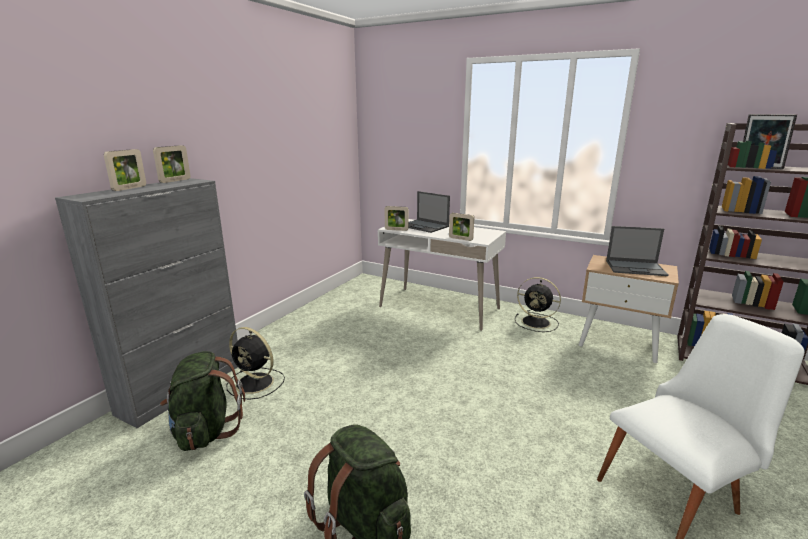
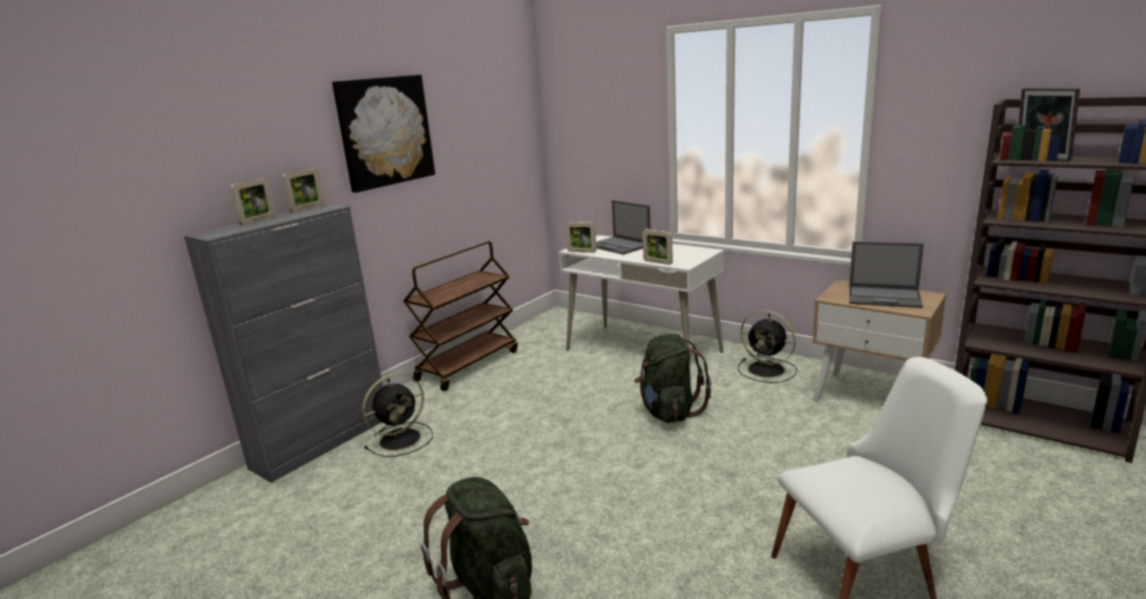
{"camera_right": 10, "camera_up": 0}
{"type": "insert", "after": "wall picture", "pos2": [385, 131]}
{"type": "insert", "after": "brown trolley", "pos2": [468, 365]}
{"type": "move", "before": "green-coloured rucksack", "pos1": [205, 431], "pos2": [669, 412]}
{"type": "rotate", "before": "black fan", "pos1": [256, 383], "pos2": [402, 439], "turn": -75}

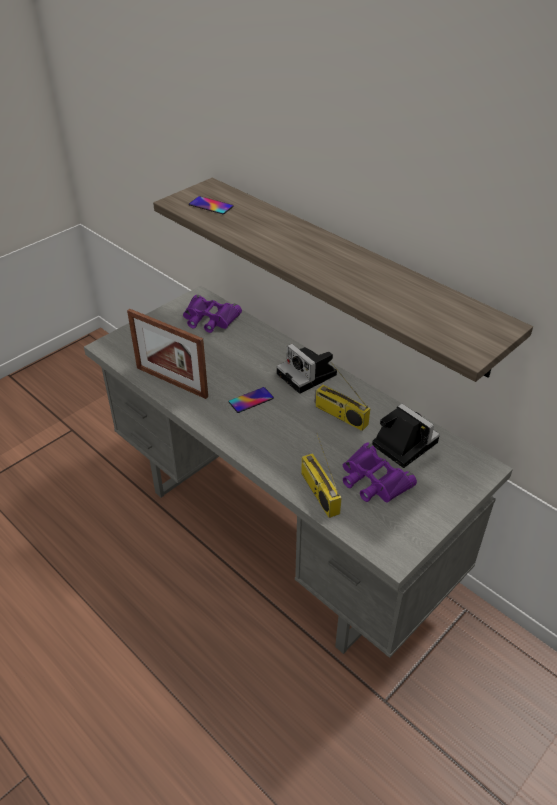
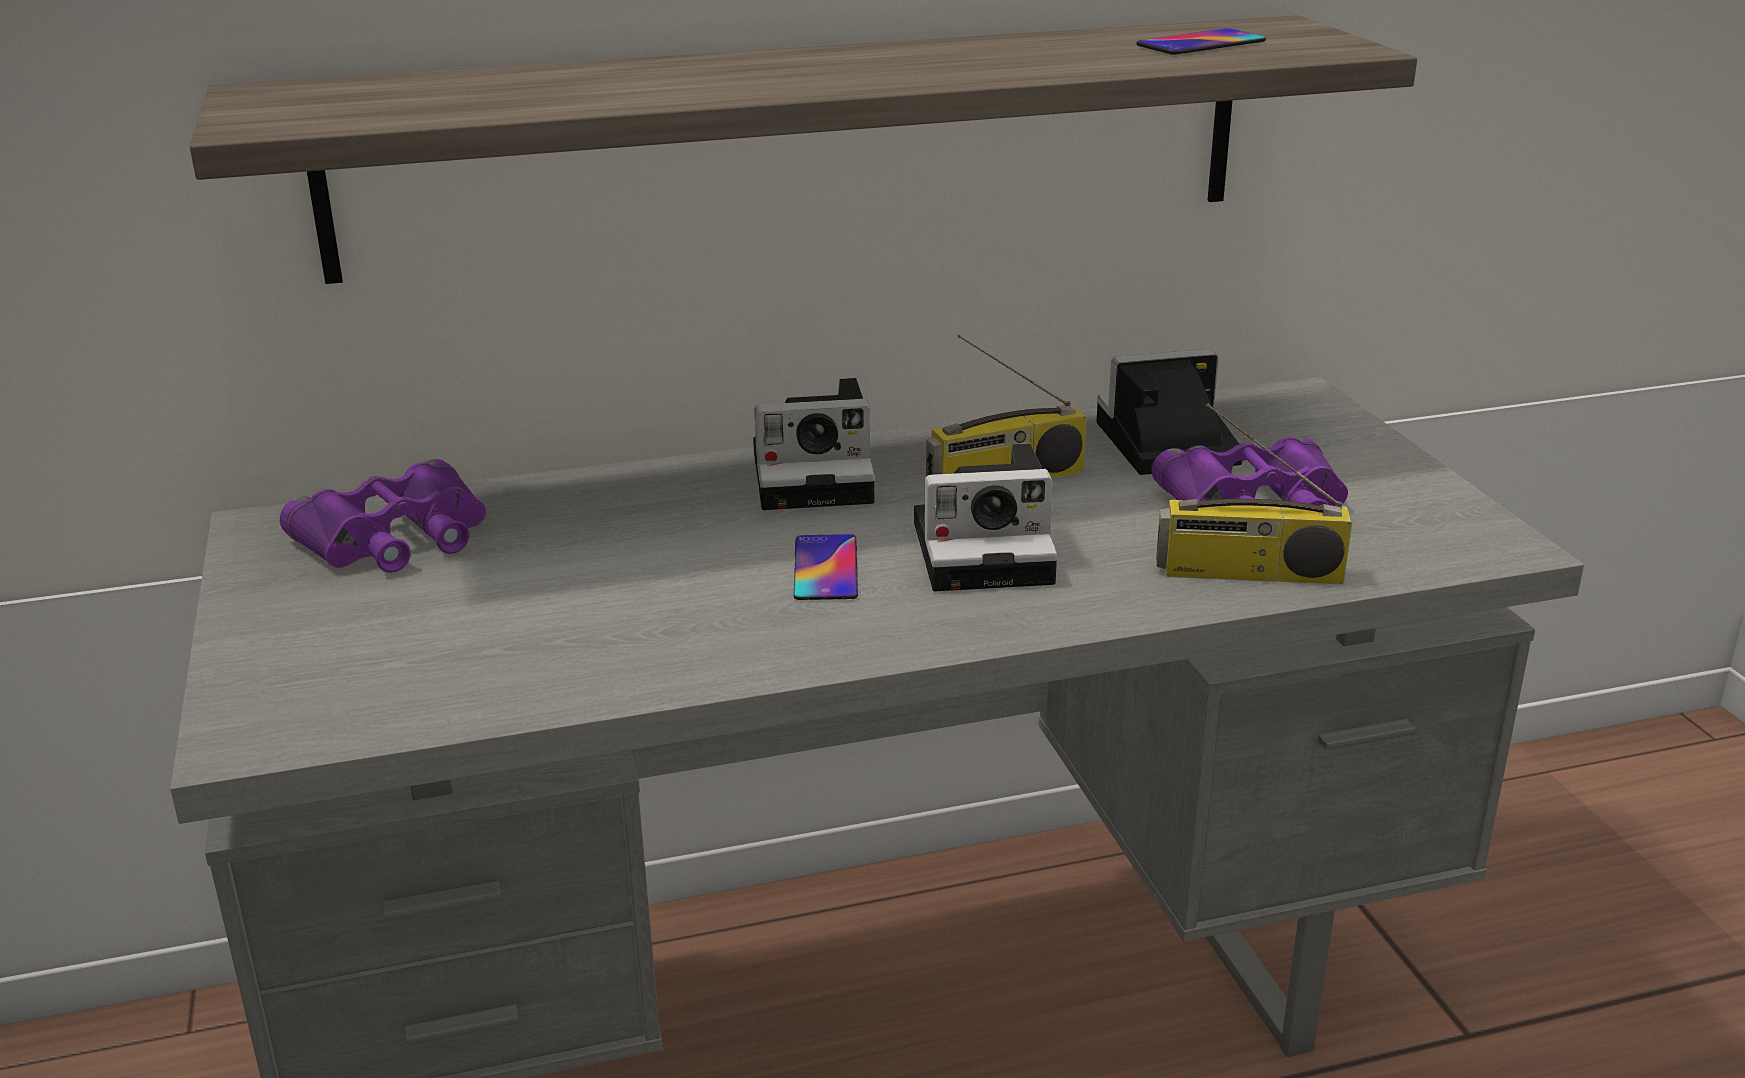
{"camera_right": -60, "camera_up": -15}
{"type": "delete", "before": "picture frame", "pos1": [171, 382]}
{"type": "insert", "after": "still camera", "pos2": [988, 550]}
{"type": "move", "before": "phone", "pos1": [211, 206], "pos2": [1201, 44]}

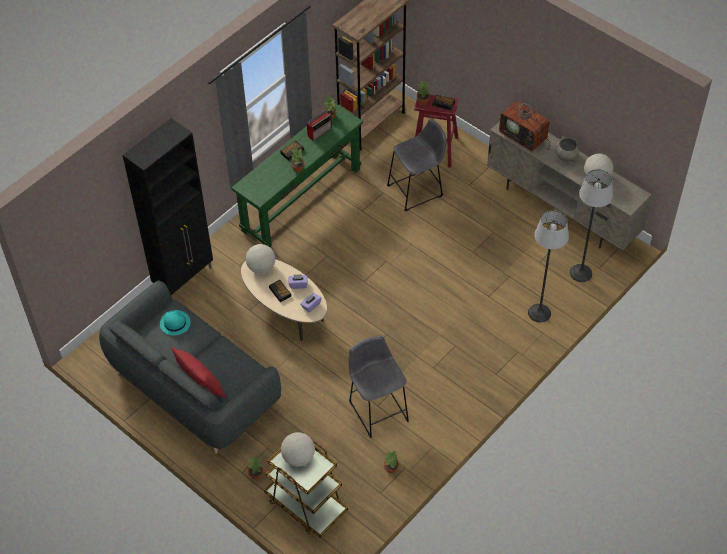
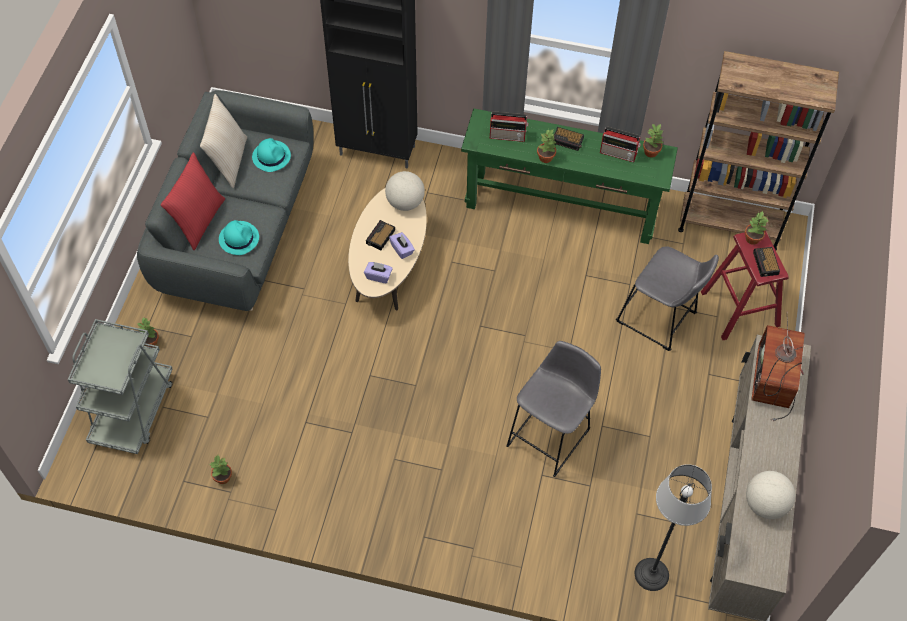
{"camera_right": 60, "camera_up": 5}
{"type": "delete", "before": "desk globe", "pos1": [298, 457]}
{"type": "delete", "before": "standard lamp", "pos1": [539, 313]}
{"type": "delete", "before": "gray serving bowl", "pos1": [566, 156]}
{"type": "insert", "after": "sand-coloured throw pillow", "pos2": [228, 161]}
{"type": "insert", "after": "turquoise hat", "pos2": [239, 238]}
{"type": "insert", "after": "radio receiver", "pos2": [508, 135]}
{"type": "move", "before": "gray stool", "pos1": [377, 408], "pos2": [551, 434]}
{"type": "recolor", "before": "brown trolley", "after": "gray trolley", "pos1": [306, 504], "pos2": [133, 410]}

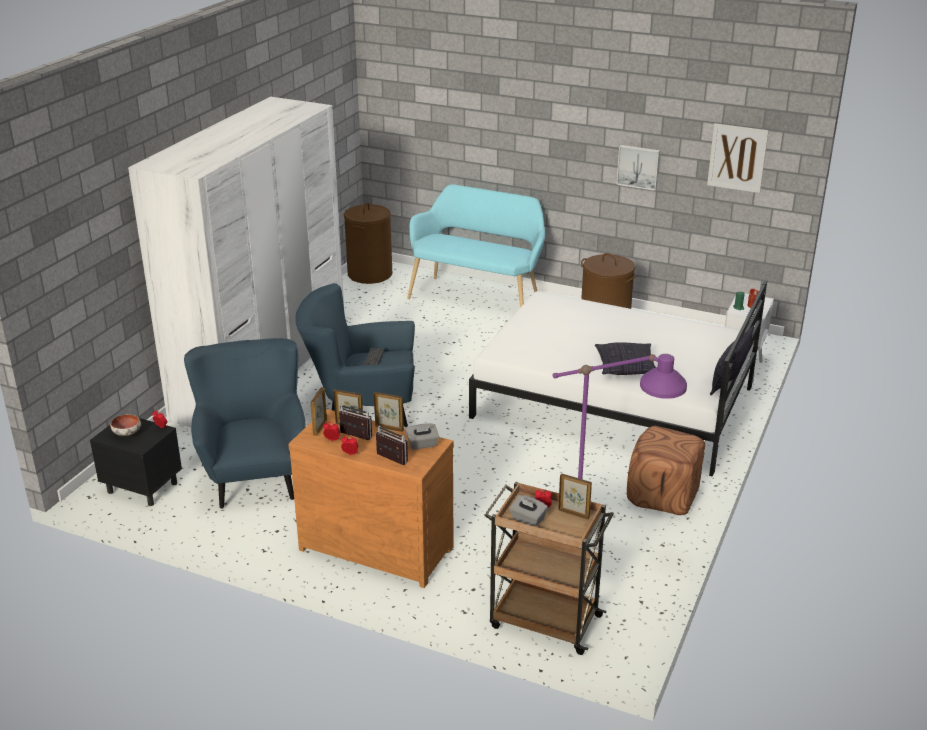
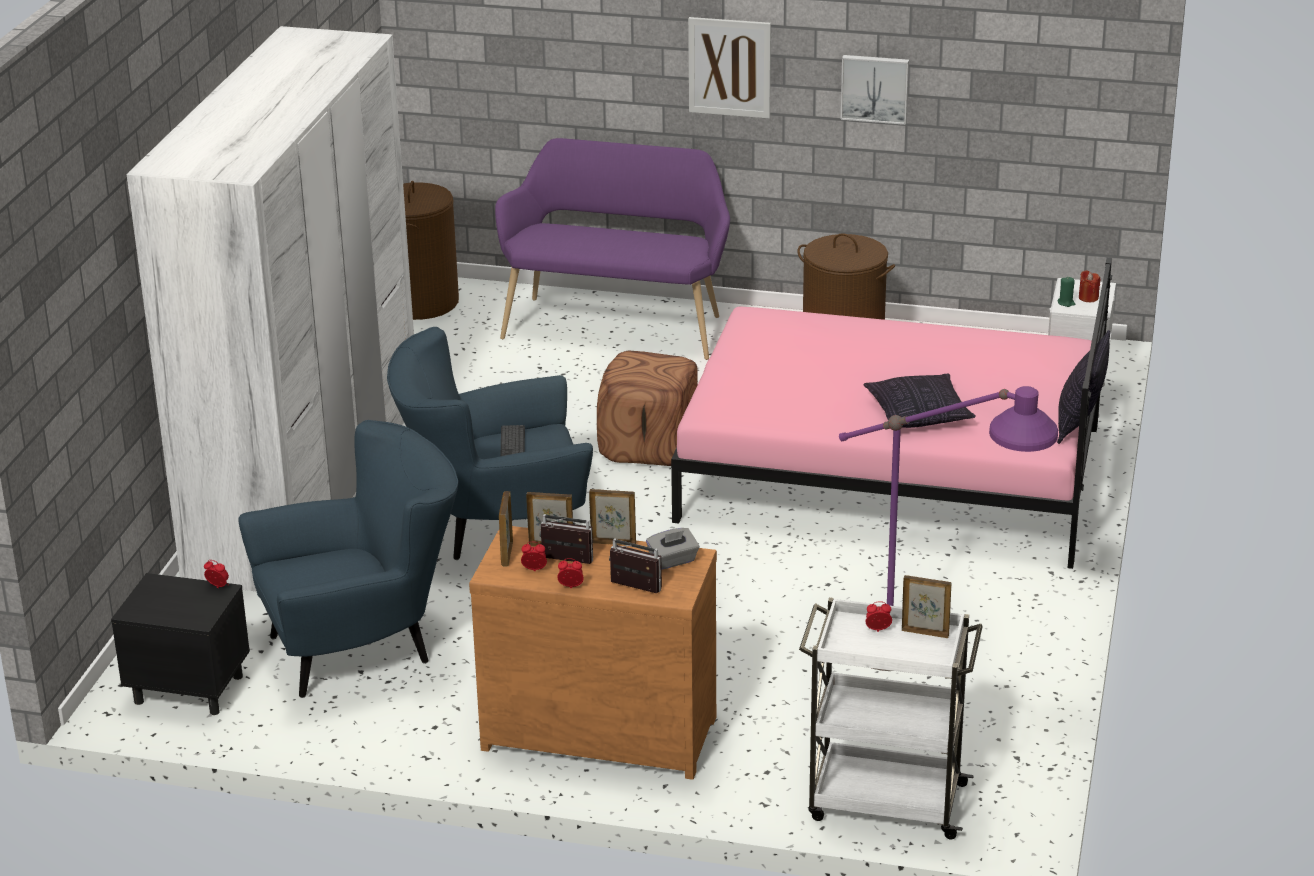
{"camera_right": -10, "camera_up": 0}
{"type": "delete", "before": "serving bowl", "pos1": [127, 433]}
{"type": "delete", "before": "gray tissue box", "pos1": [527, 519]}
{"type": "move", "before": "brown pouffe", "pos1": [663, 496], "pos2": [649, 447]}
{"type": "move", "before": "wall picture", "pos1": [737, 158], "pos2": [729, 67]}
{"type": "recolor", "before": "turquoise bench", "after": "purple-coloured bench", "pos1": [477, 297], "pos2": [617, 324]}
{"type": "recolor", "before": "whitish bedroom bed", "after": "pinkish bedroom bed", "pos1": [613, 402], "pos2": [891, 473]}
{"type": "recolor", "before": "brown trolley", "after": "whitish trolley", "pos1": [543, 621], "pos2": [884, 801]}
{"type": "rotate", "before": "blue armchair", "pos1": [254, 475], "pos2": [363, 648], "turn": 90}

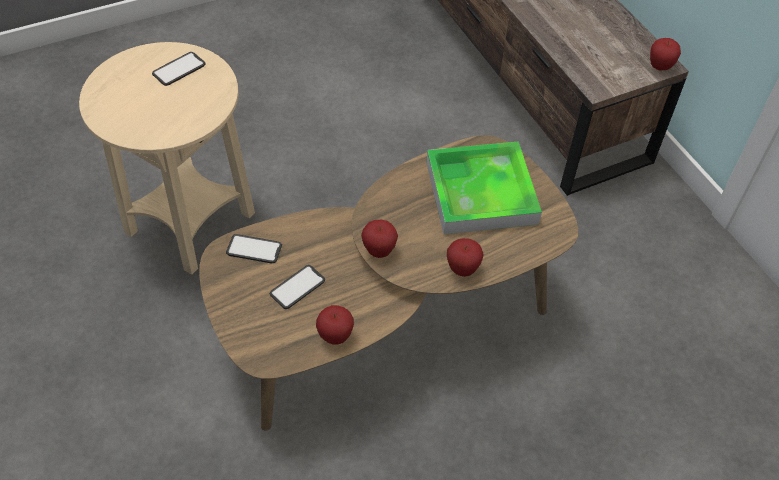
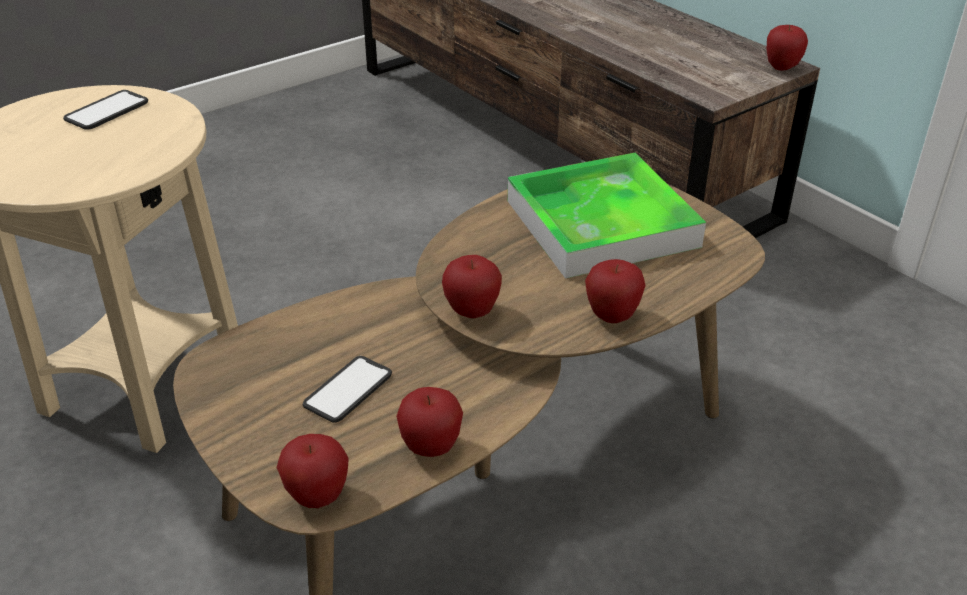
{"camera_right": -10, "camera_up": -15}
{"type": "delete", "before": "phone", "pos1": [254, 249]}
{"type": "insert", "after": "apple fruit", "pos2": [317, 496]}

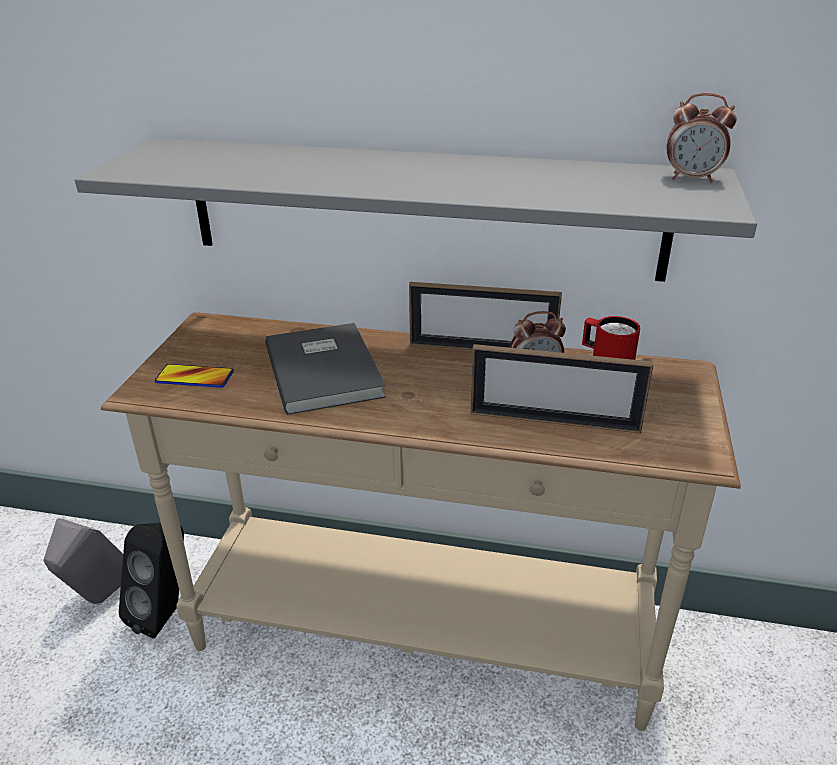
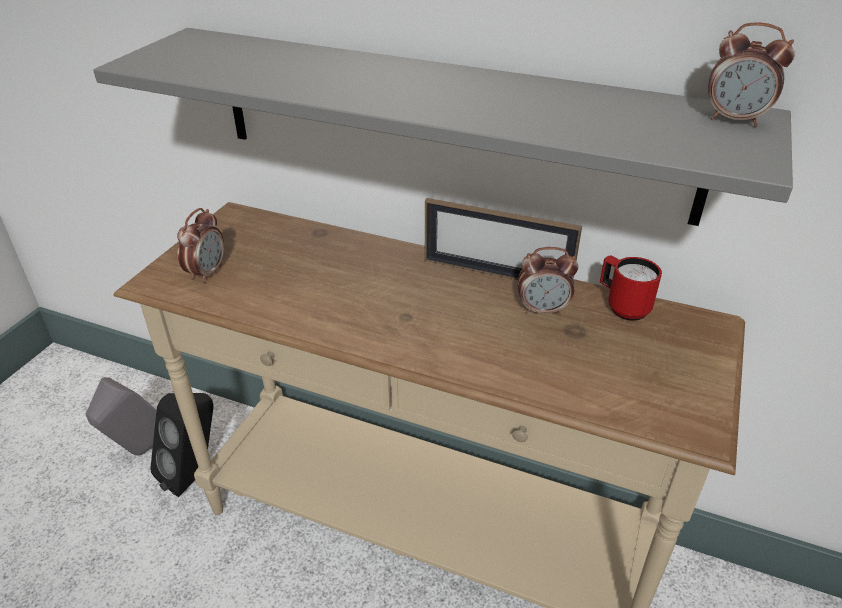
{"camera_right": 10, "camera_up": 5}
{"type": "delete", "before": "gray bound book", "pos1": [326, 369]}
{"type": "delete", "before": "picture frame", "pos1": [554, 421]}
{"type": "replace", "before": "phone", "after": "table clock", "pos1": [195, 377], "pos2": [207, 273]}

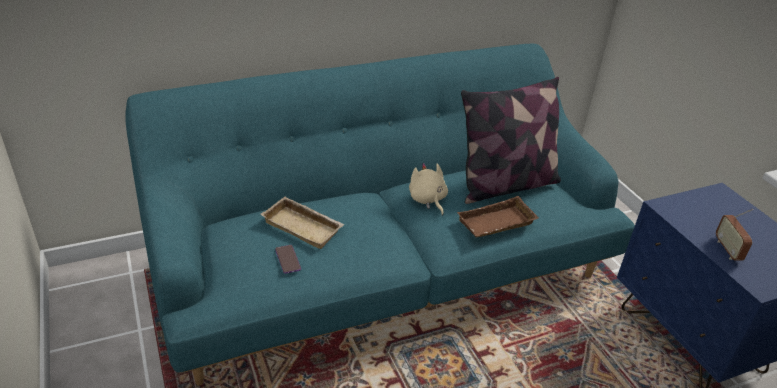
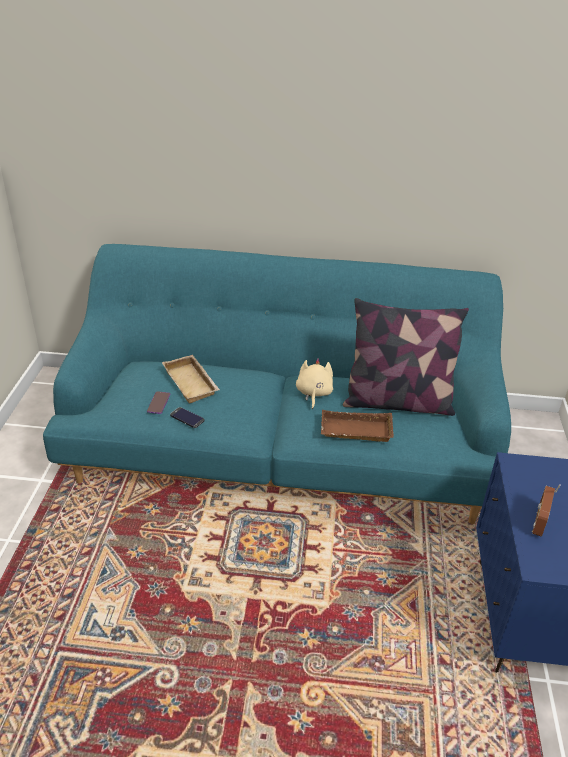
{"camera_right": 30, "camera_up": 0}
{"type": "insert", "after": "phone", "pos2": [187, 418]}

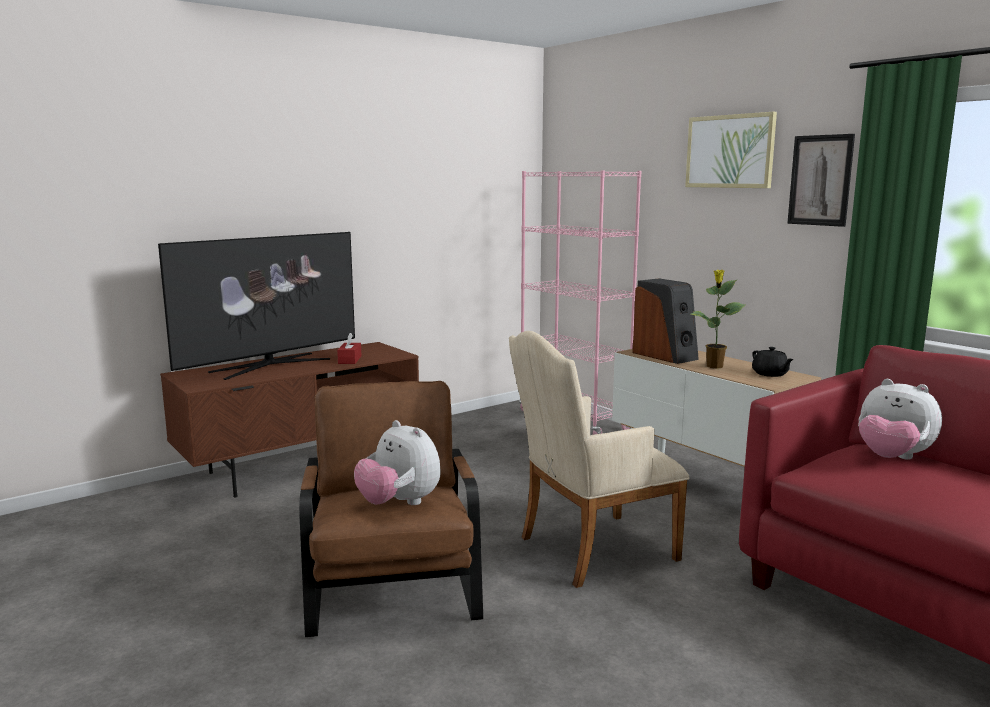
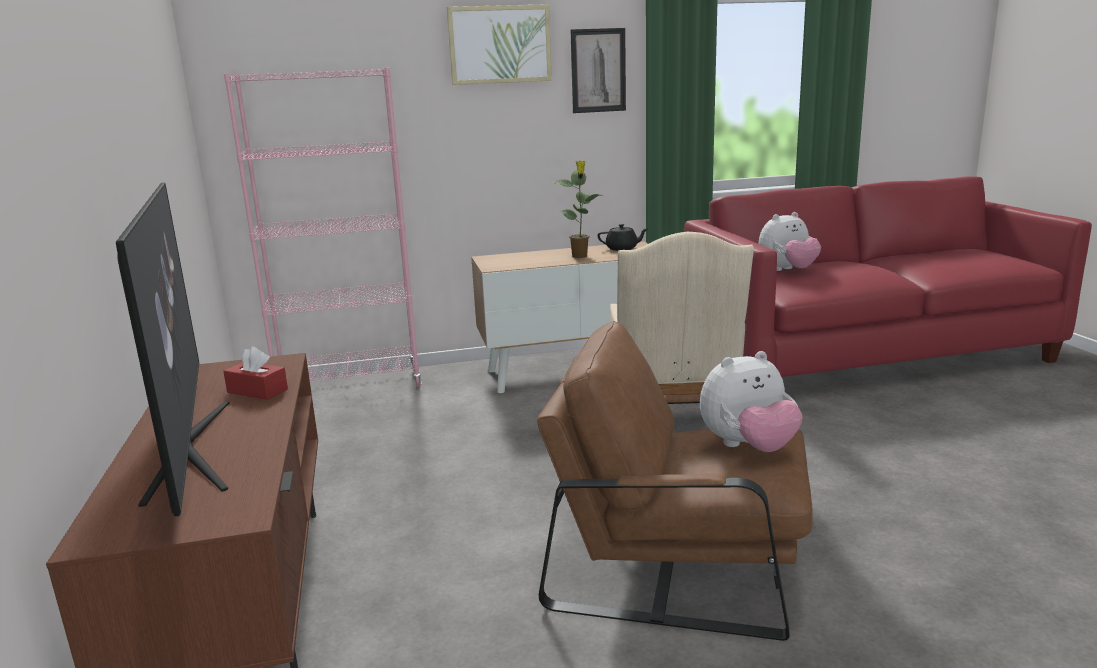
{"camera_right": -65, "camera_up": 5}
{"type": "delete", "before": "speaker", "pos1": [665, 355]}

